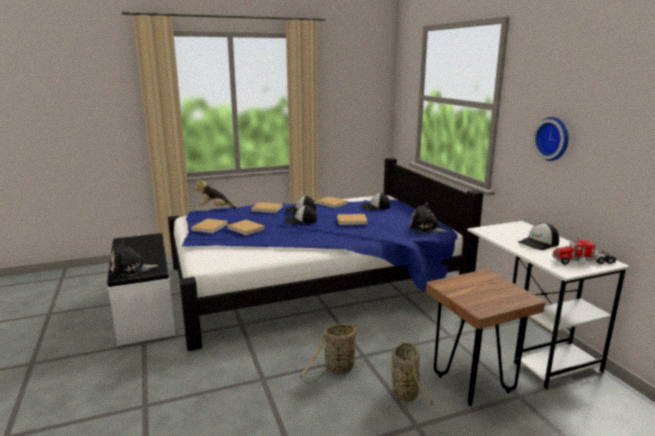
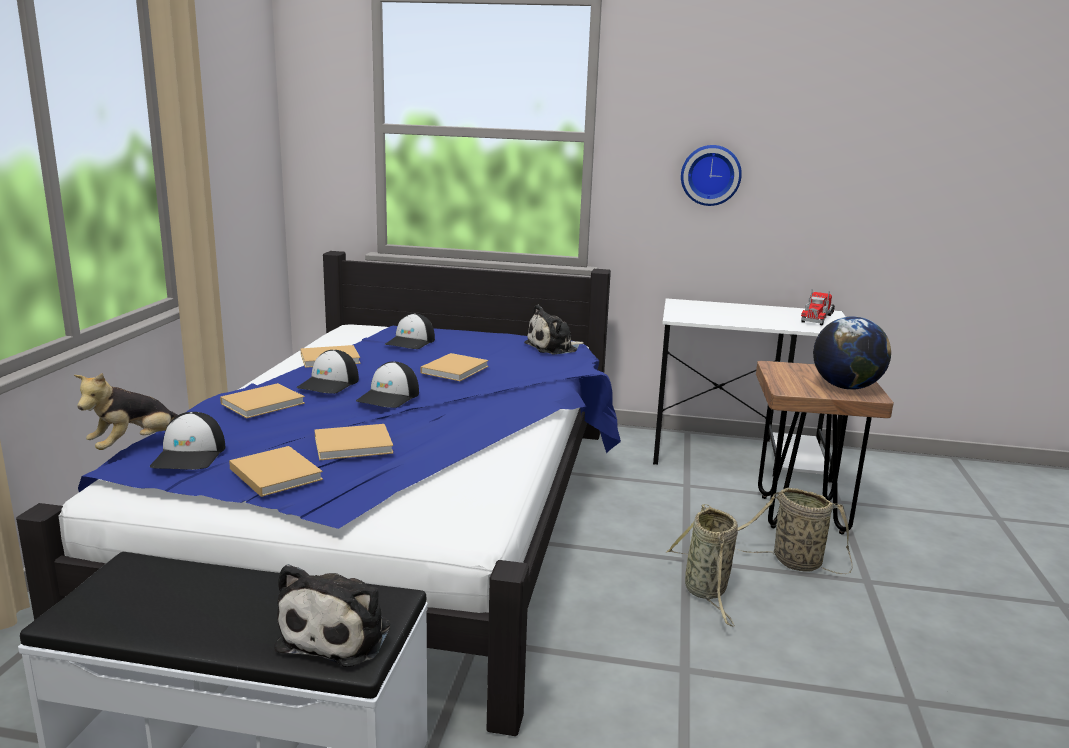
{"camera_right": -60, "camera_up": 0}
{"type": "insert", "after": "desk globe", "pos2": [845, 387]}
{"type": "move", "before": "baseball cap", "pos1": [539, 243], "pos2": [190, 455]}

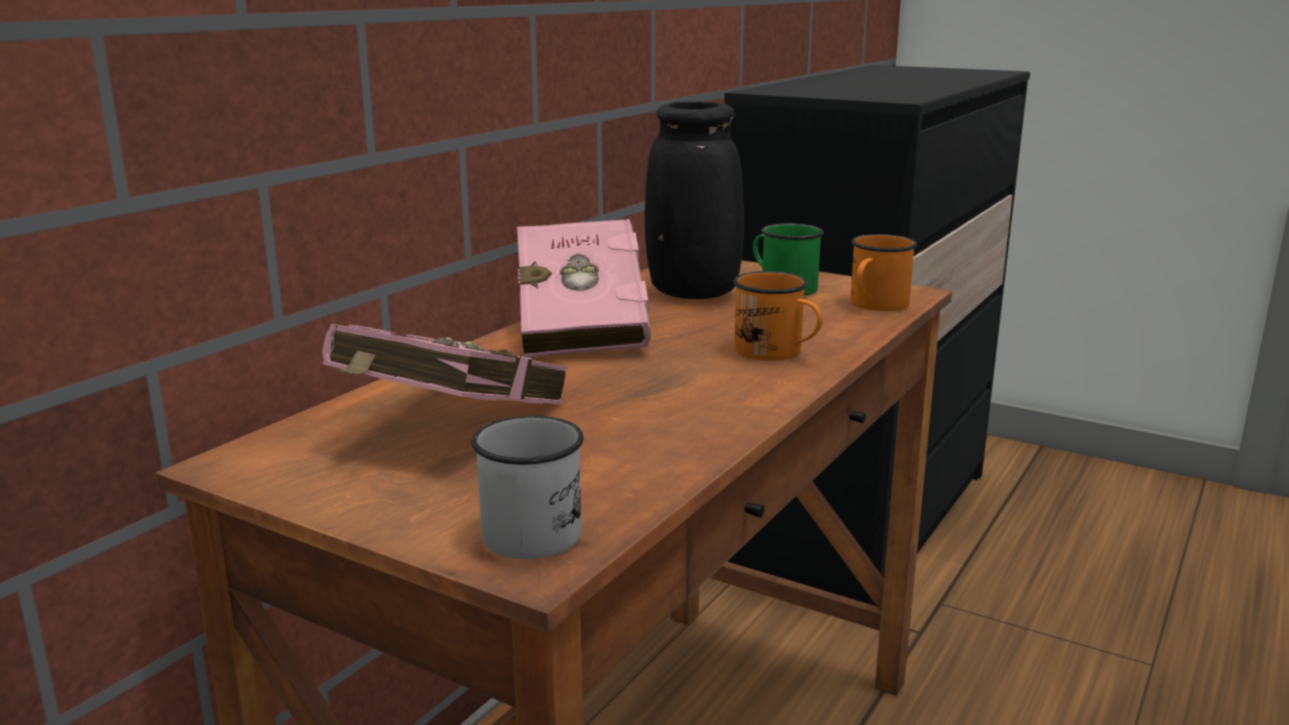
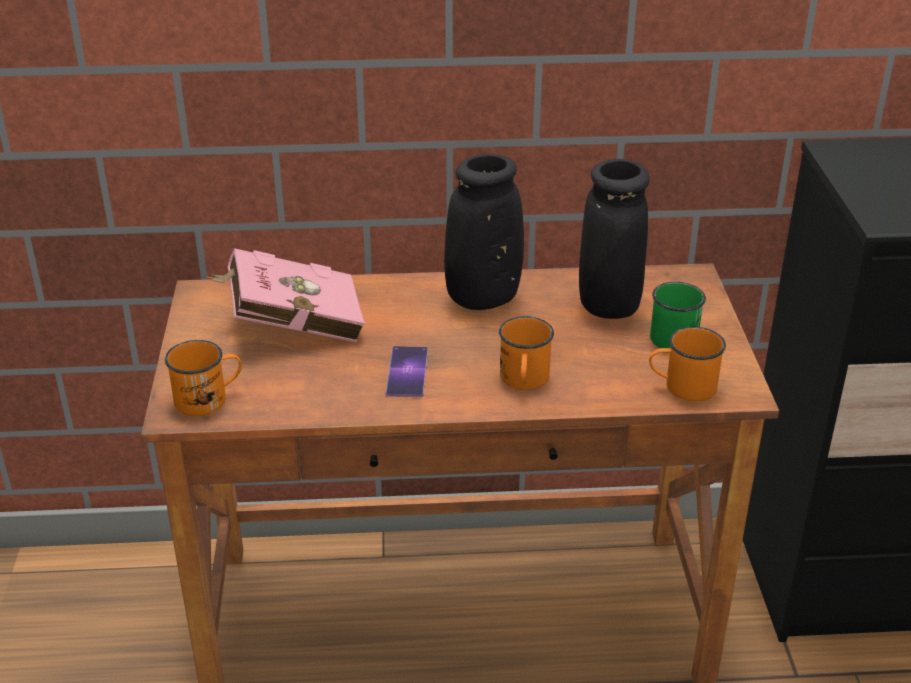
{"camera_right": 55, "camera_up": 15}
{"type": "insert", "after": "phone", "pos2": [407, 372]}
{"type": "replace", "before": "pinkish bound book", "after": "black decorative vase", "pos1": [583, 329], "pos2": [483, 298]}
{"type": "recolor", "before": "whitish coffee mug", "after": "orange coffee mug", "pos1": [536, 527], "pos2": [209, 398]}

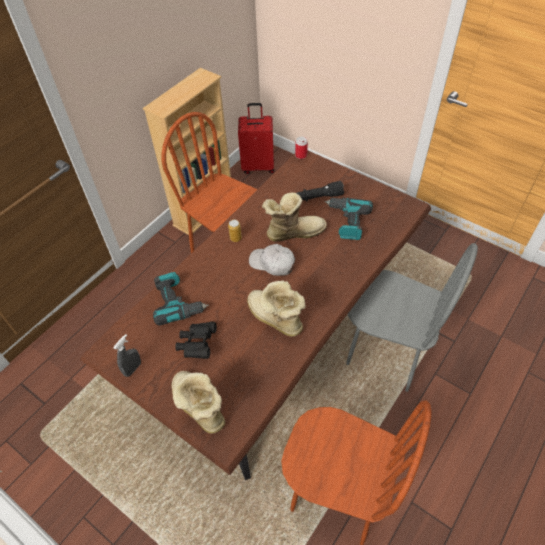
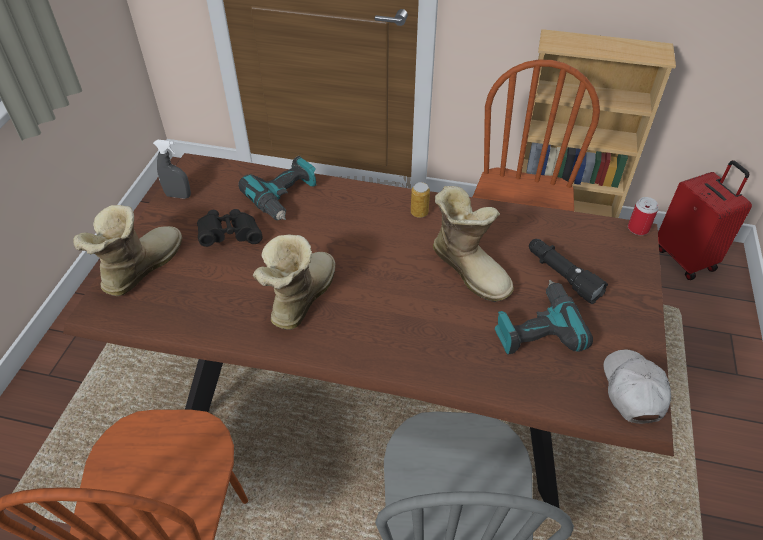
{"camera_right": 65, "camera_up": -5}
{"type": "move", "before": "whitish baseball cap", "pos1": [272, 263], "pos2": [632, 390]}

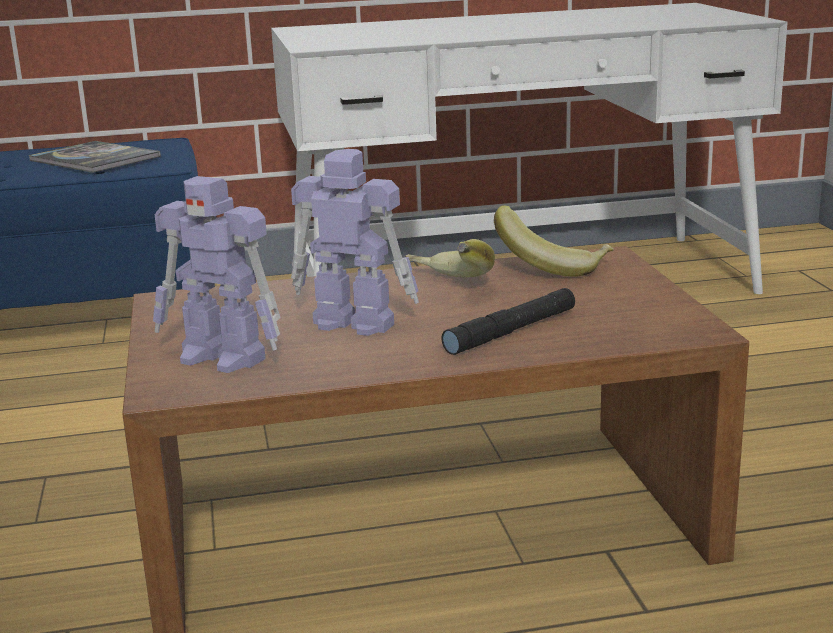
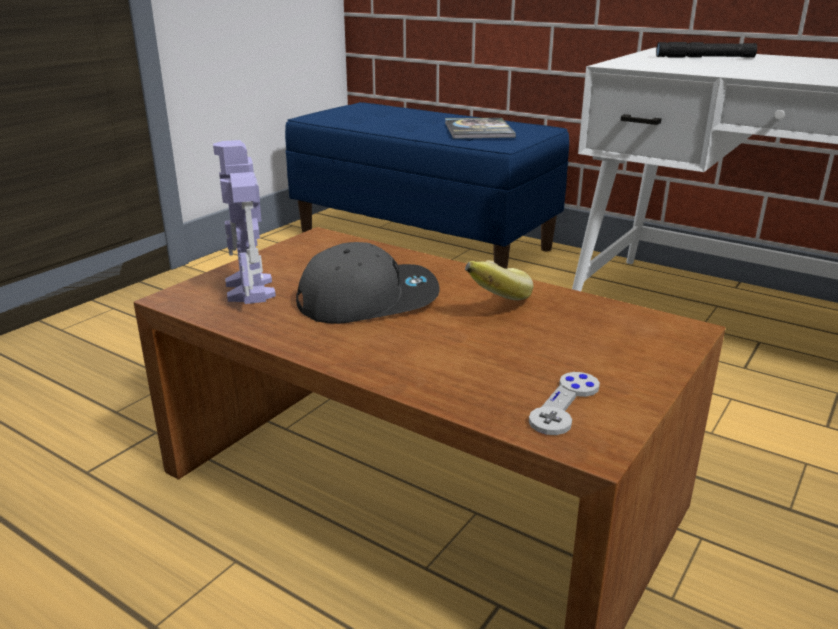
{"camera_right": 45, "camera_up": 5}
{"type": "delete", "before": "whole banana", "pos1": [553, 267]}
{"type": "insert", "after": "gray joypad", "pos2": [565, 405]}
{"type": "move", "before": "black hand torch", "pos1": [511, 331], "pos2": [704, 57]}
{"type": "replace", "before": "robot figure", "after": "gray baseball cap", "pos1": [352, 322], "pos2": [368, 299]}

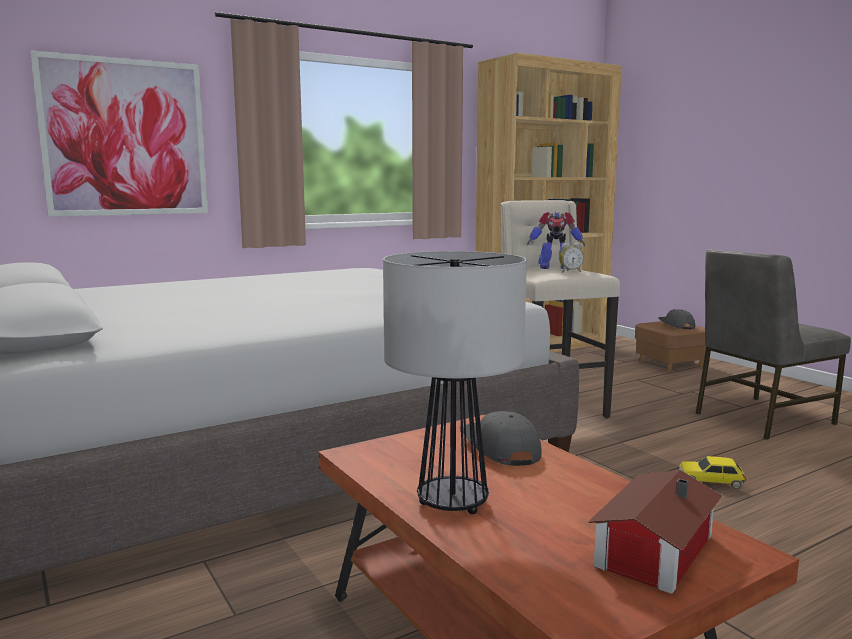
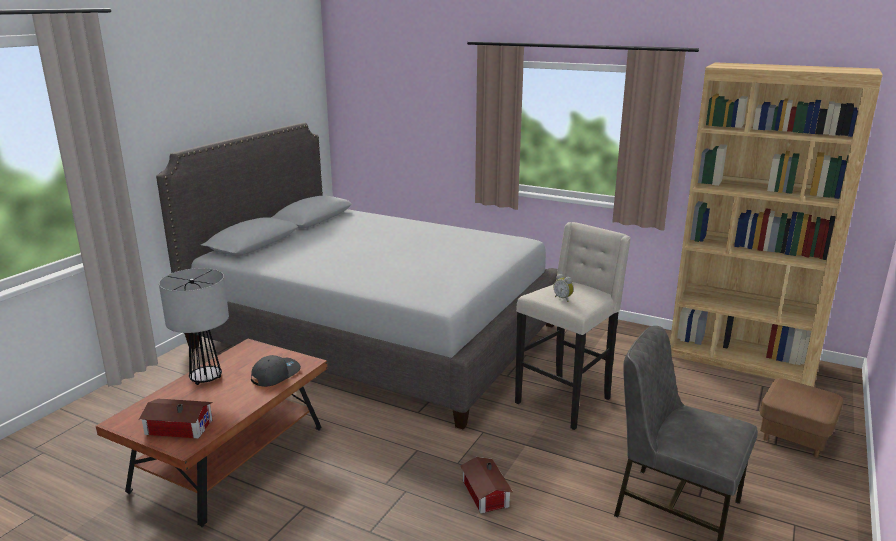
{"camera_right": 60, "camera_up": 10}
{"type": "delete", "before": "wall picture", "pos1": [125, 138]}
{"type": "delete", "before": "robot figure", "pos1": [554, 267]}
{"type": "delete", "before": "gray baseball cap", "pos1": [676, 325]}
{"type": "replace", "before": "model car", "after": "miniature house", "pos1": [711, 481], "pos2": [484, 494]}

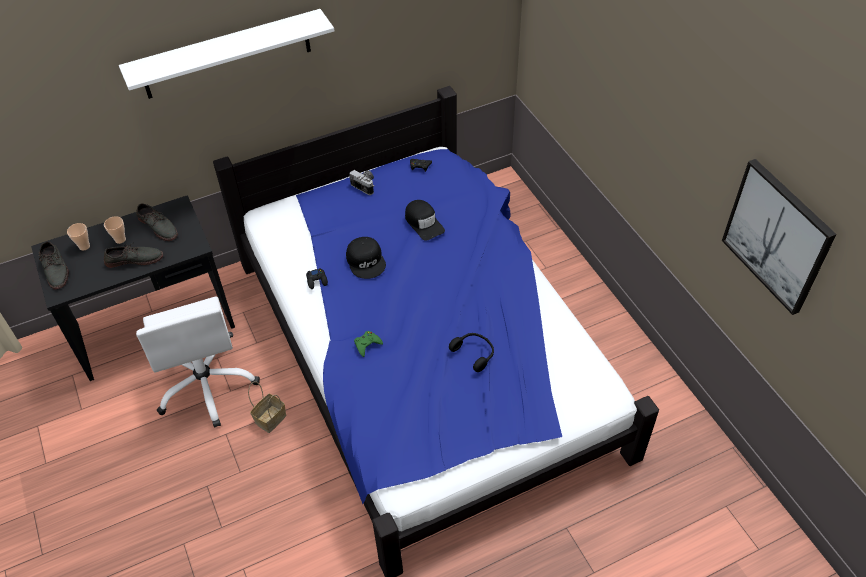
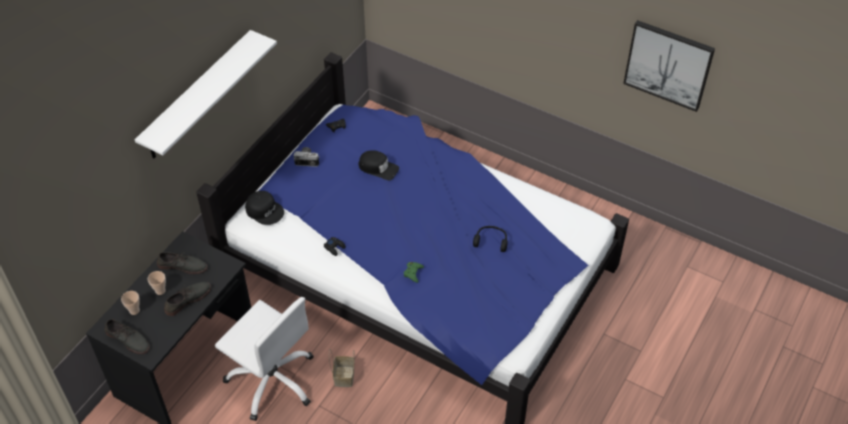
{"camera_right": -35, "camera_up": 0}
{"type": "move", "before": "black baseball cap", "pos1": [366, 261], "pos2": [265, 210]}

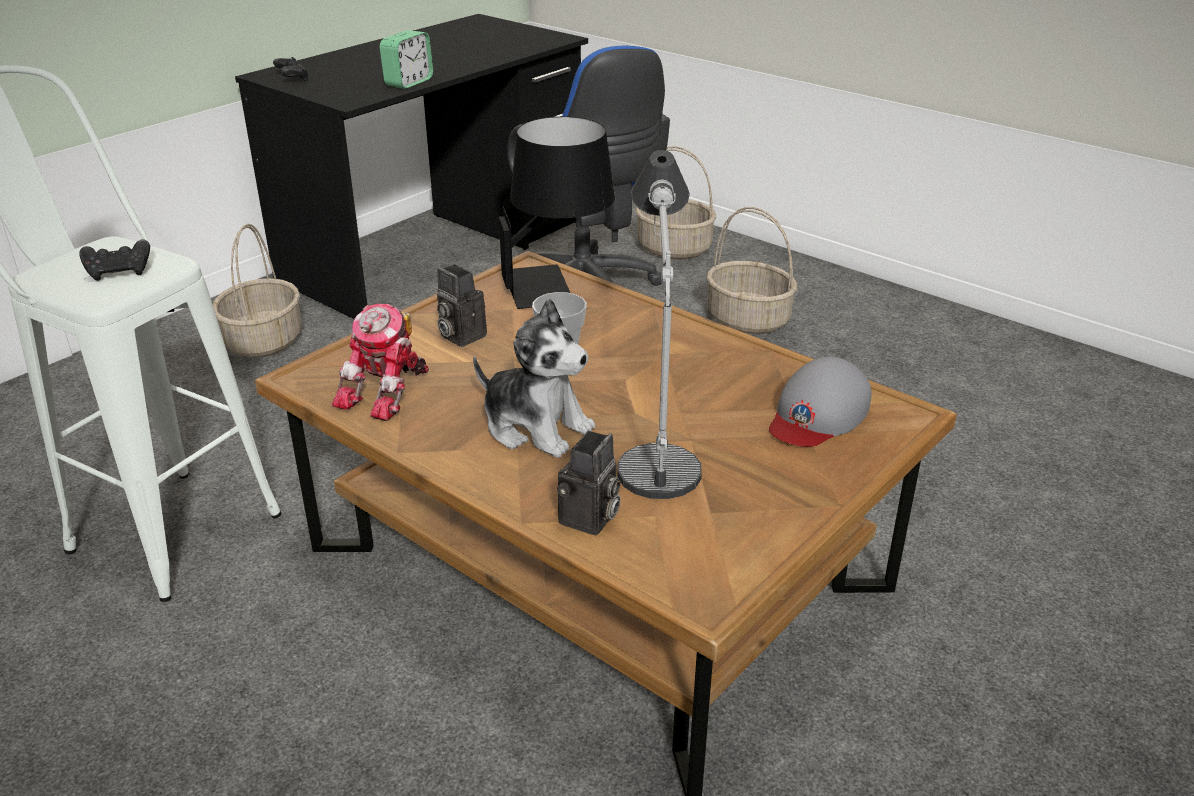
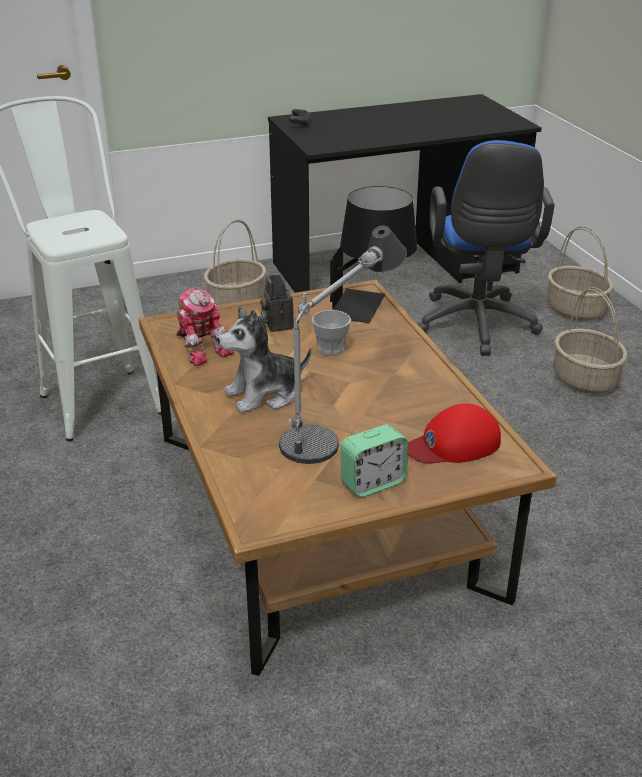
{"camera_right": 30, "camera_up": 0}
{"type": "delete", "before": "black joypad", "pos1": [119, 272]}
{"type": "delete", "before": "still camera", "pos1": [589, 520]}
{"type": "move", "before": "table clock", "pos1": [408, 82], "pos2": [373, 483]}
{"type": "recolor", "before": "gray baseball cap", "after": "red baseball cap", "pos1": [817, 414], "pos2": [453, 444]}
{"type": "rotate", "before": "robot figure", "pos1": [388, 391], "pos2": [201, 346], "turn": -90}
{"type": "rotate", "before": "cuddly toy", "pos1": [536, 427], "pos2": [264, 394], "turn": 90}

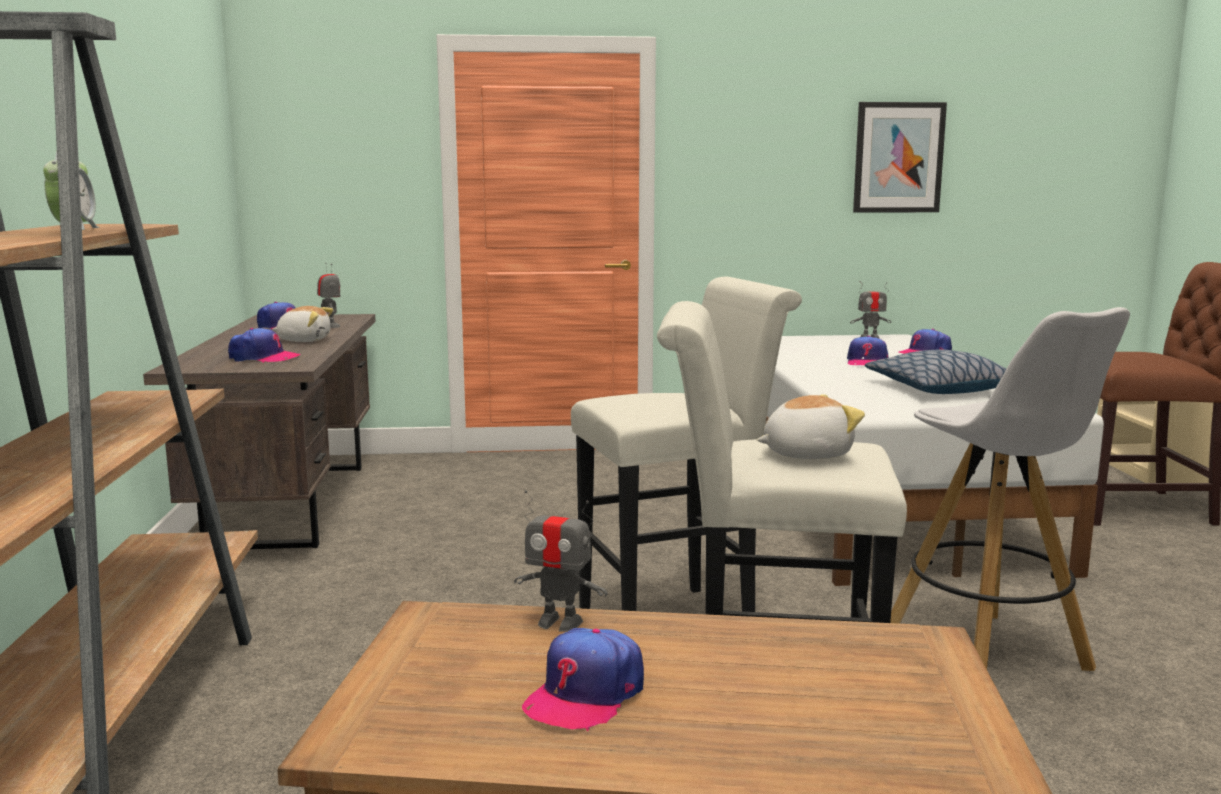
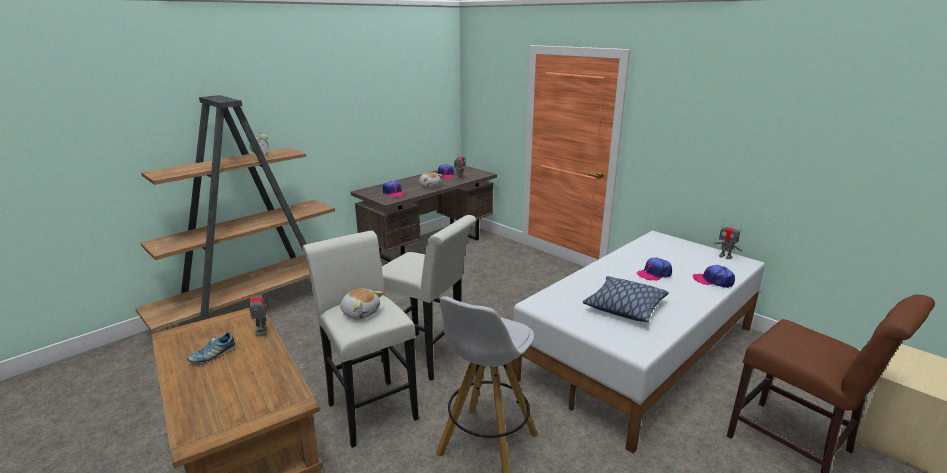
{"camera_right": 50, "camera_up": 10}
{"type": "delete", "before": "wall picture", "pos1": [898, 157]}
{"type": "replace", "before": "baseball cap", "after": "item of footwear", "pos1": [585, 694], "pos2": [213, 355]}

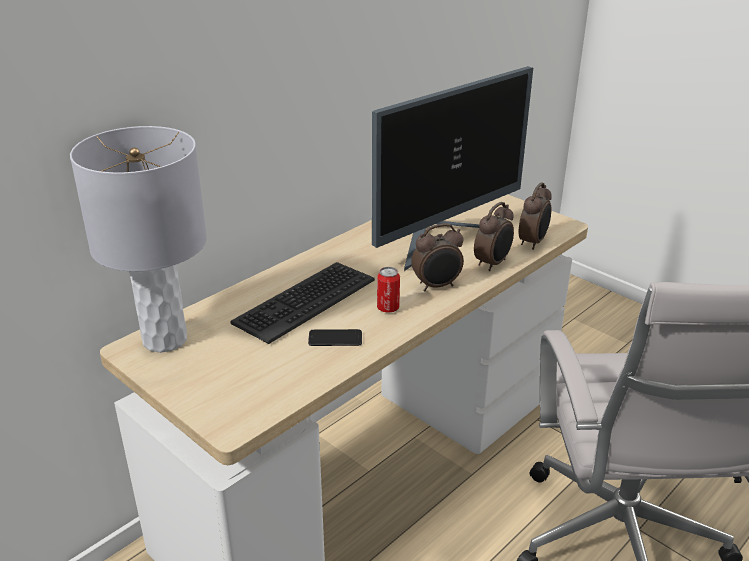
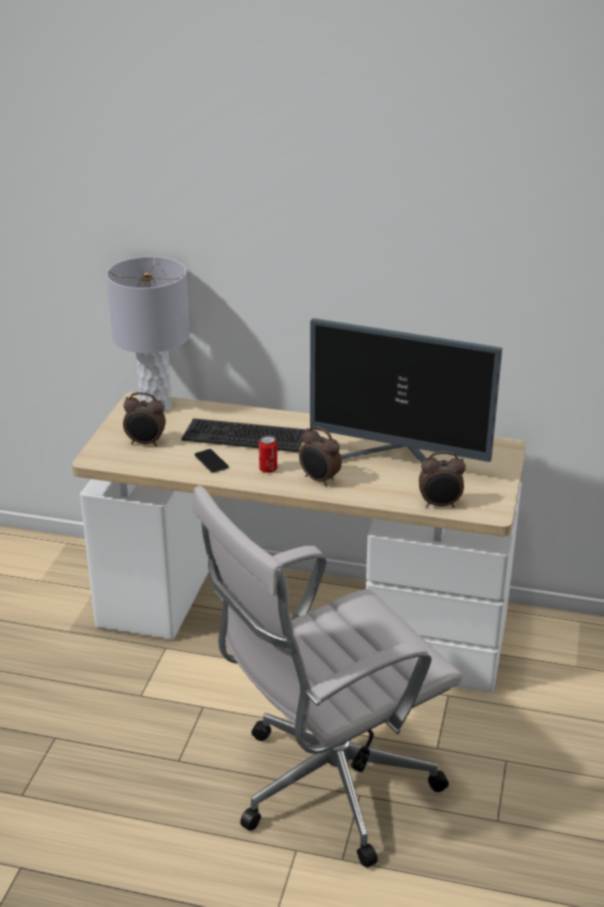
{"camera_right": 60, "camera_up": 0}
{"type": "move", "before": "table clock", "pos1": [493, 263], "pos2": [145, 443]}

